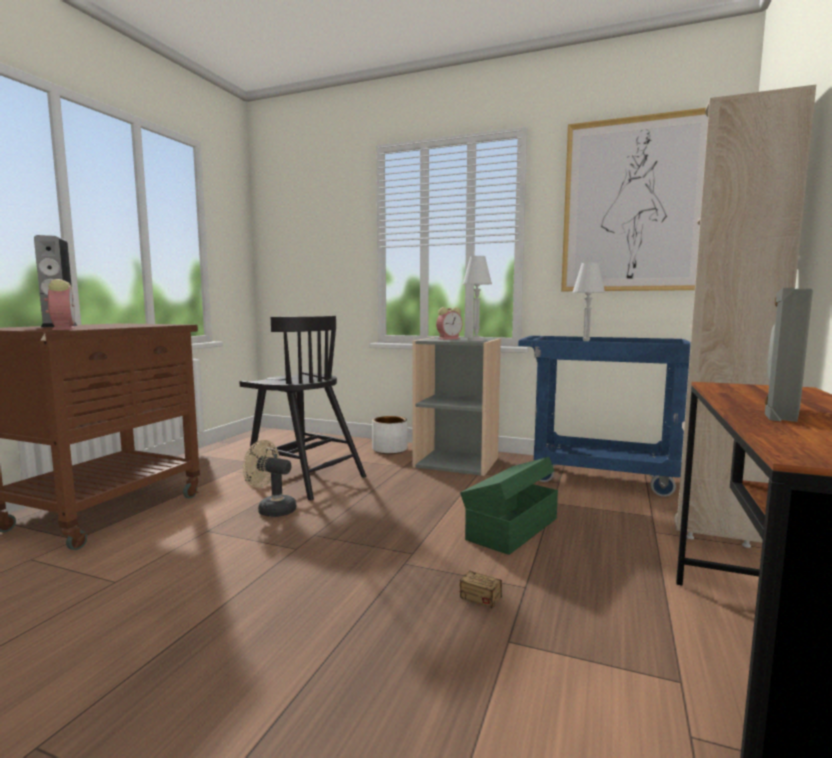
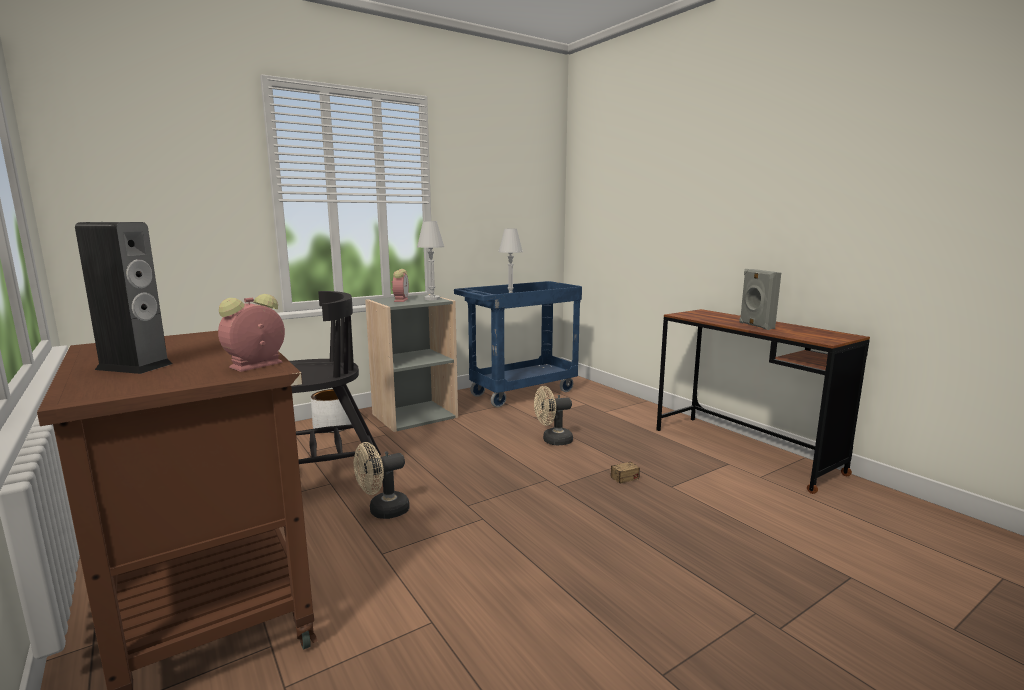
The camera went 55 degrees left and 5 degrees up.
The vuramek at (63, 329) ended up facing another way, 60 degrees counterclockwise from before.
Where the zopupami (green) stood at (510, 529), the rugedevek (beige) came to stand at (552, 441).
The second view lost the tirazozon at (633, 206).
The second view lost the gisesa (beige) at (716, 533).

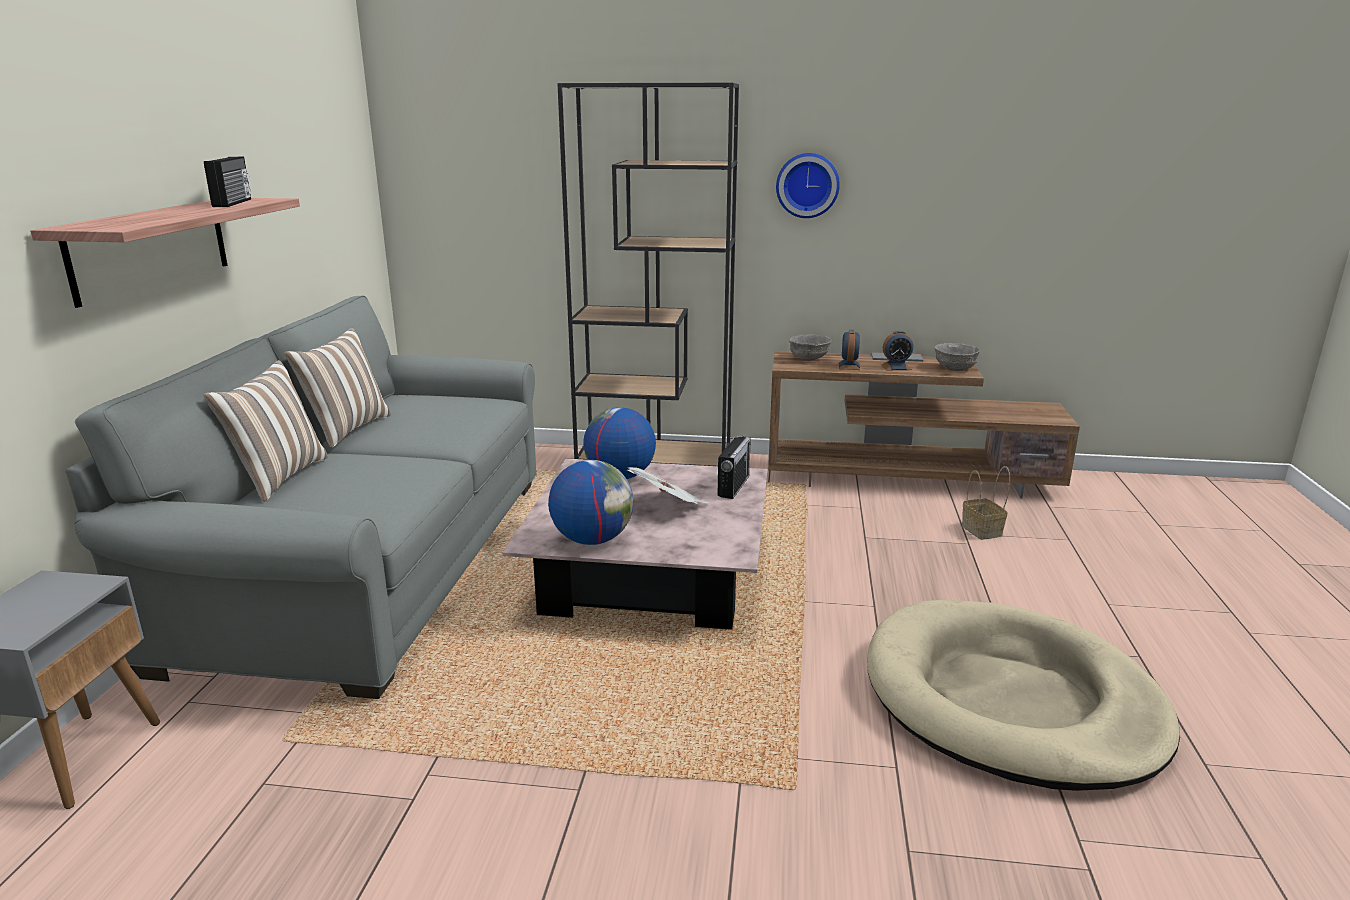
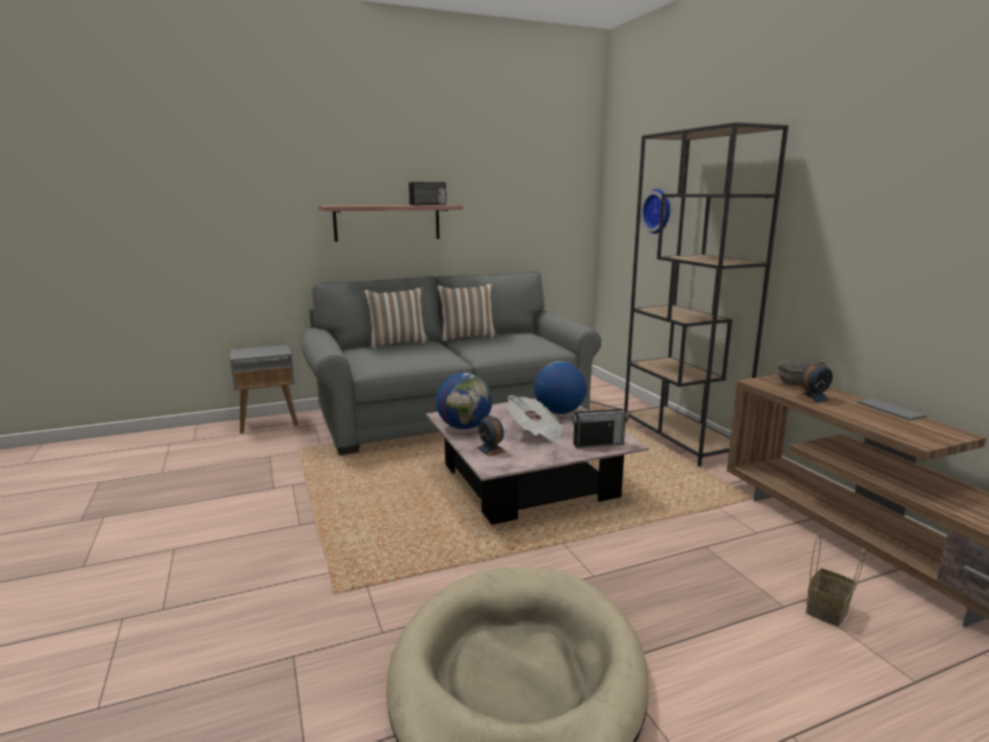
The camera went 60 degrees right and 5 degrees down.
The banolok ended up elsewhere, having gone from (807, 185) to (658, 211).
The vuramek ended up elsewhere, having gone from (896, 367) to (491, 449).
The second view lost the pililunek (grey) at (955, 368).

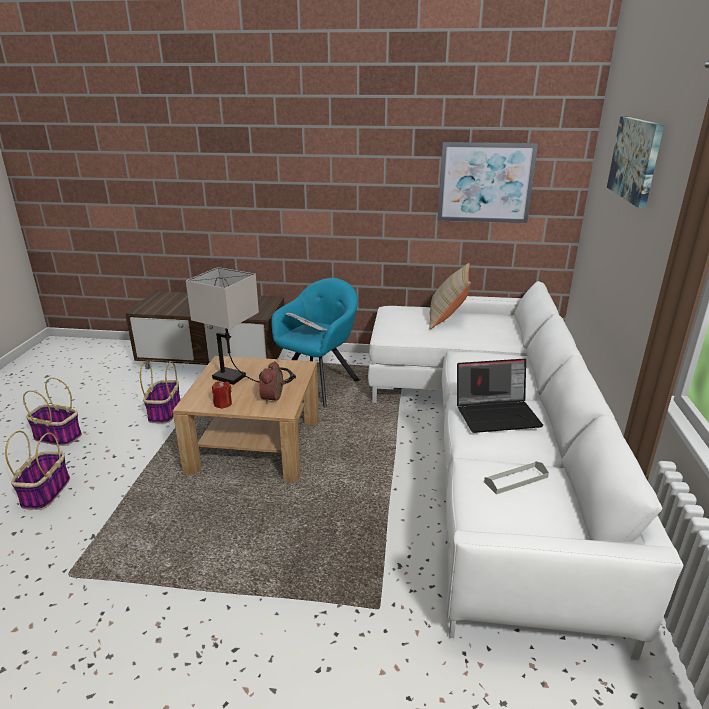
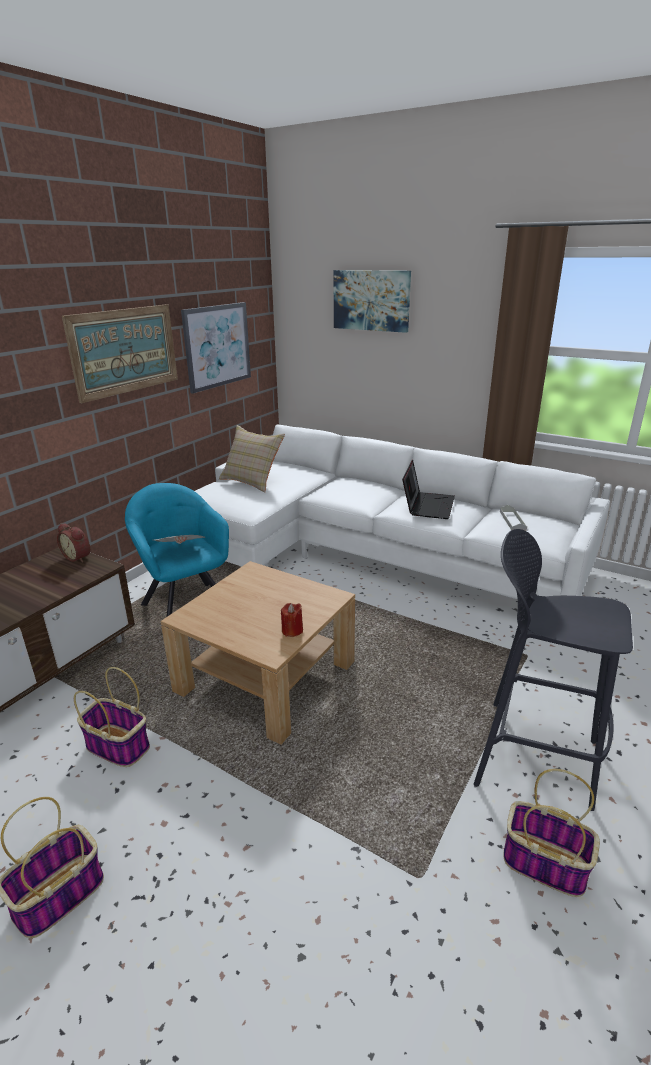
The camera went 65 degrees left and 0 degrees up.
The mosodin ended up elsewhere, having gone from (46, 492) to (543, 863).
The second view lost the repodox at (249, 378).
The vuramek ended up elsewhere, having gone from (274, 398) to (78, 557).
The second view gained the tirazozon at (125, 351).
The second view gained the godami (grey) at (533, 755).

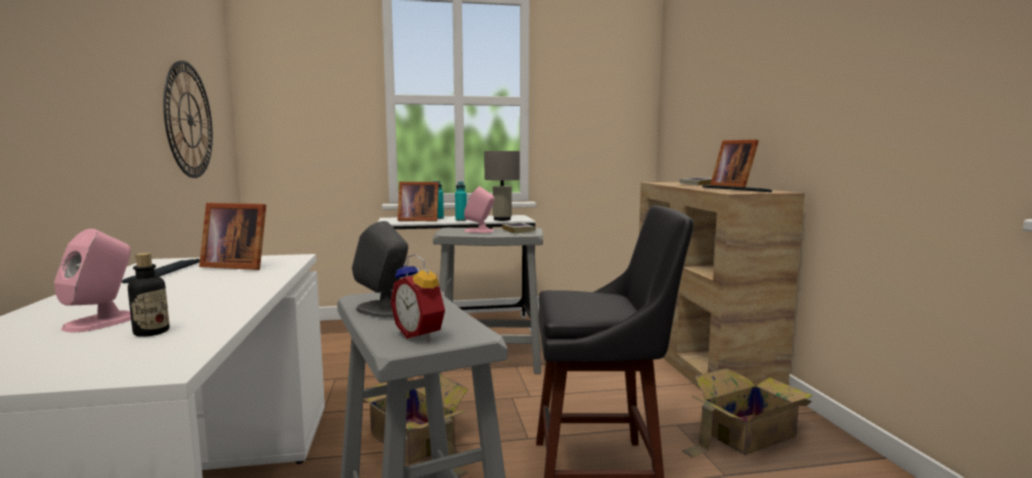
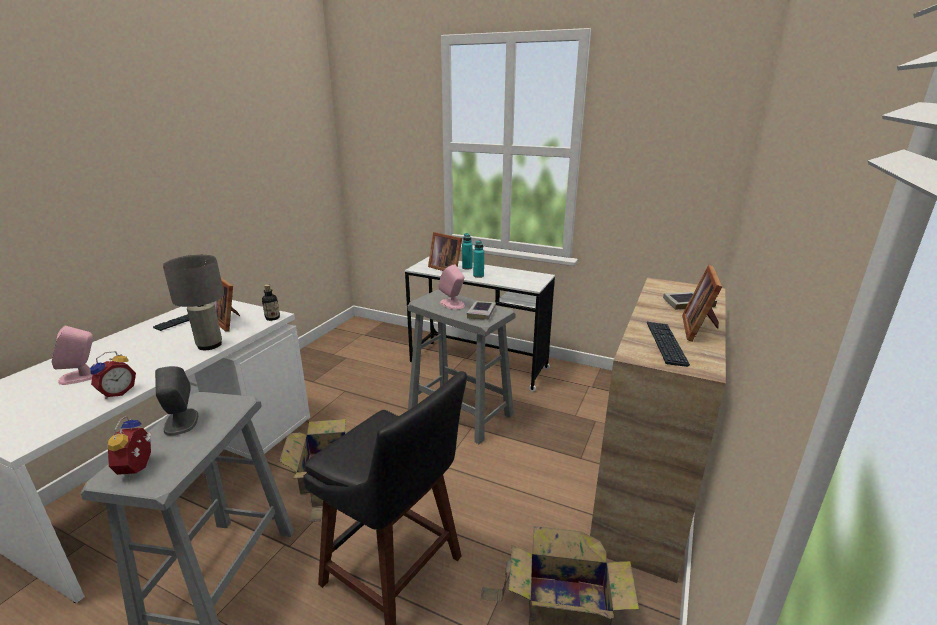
The camera went 35 degrees right and 15 degrees up.
The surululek ended up elsewhere, having gone from (151, 332) to (272, 318).
The second view lost the banolok at (189, 120).
The repodox (grey) ended up elsewhere, having gone from (501, 219) to (209, 345).
The second view gained the vuramek at (117, 392).

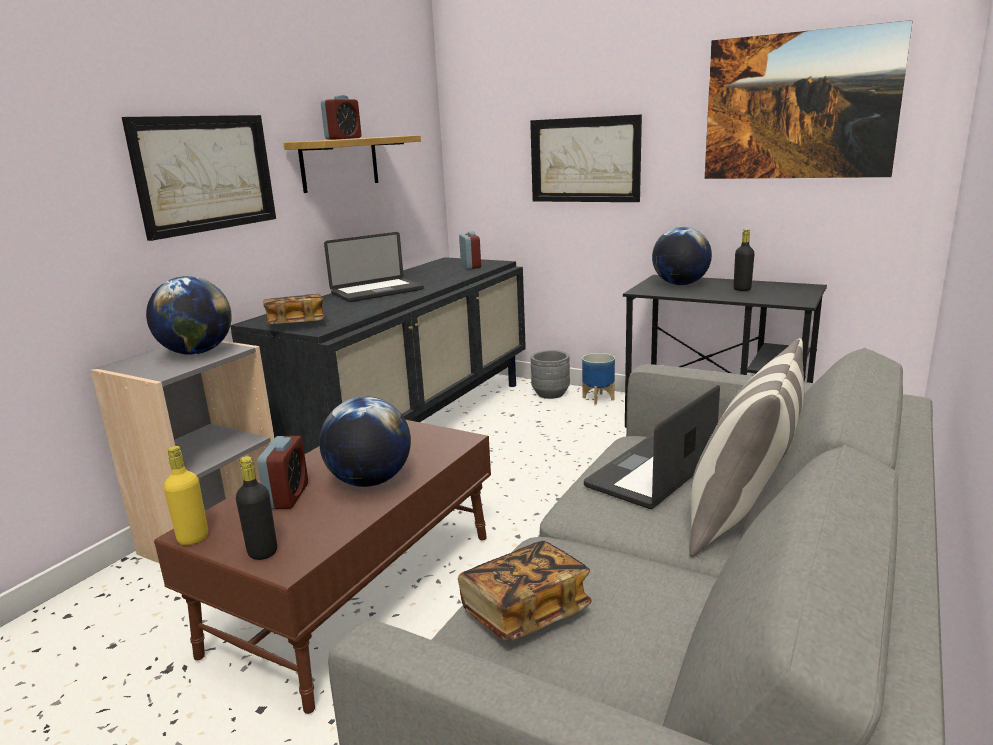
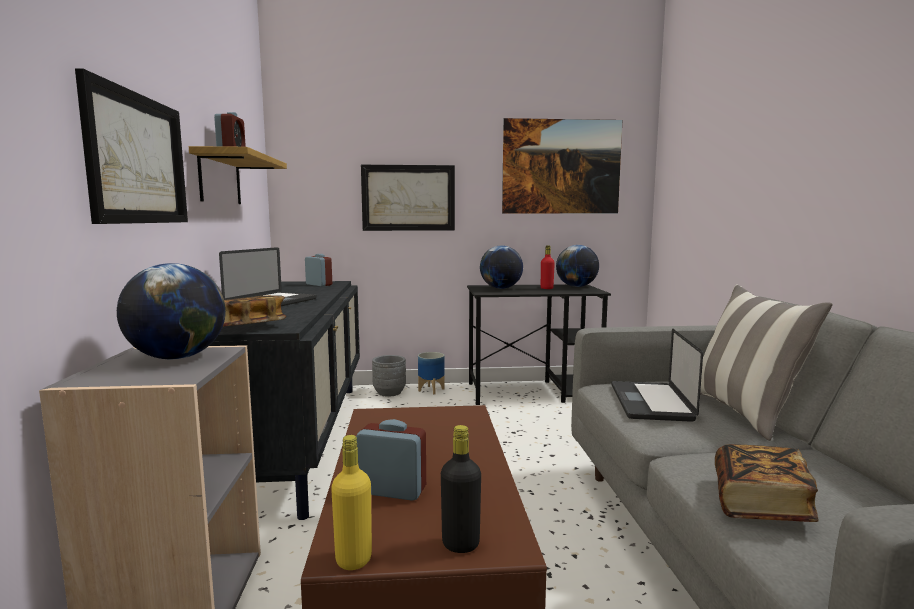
The camera went 35 degrees left and 10 degrees down.
The vuramek at (288, 496) ended up facing another way, 45 degrees counterclockwise from before.
The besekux ended up elsewhere, having gone from (370, 481) to (576, 286).
What was the surululek (black) at (742, 289) turned into the surululek (red) at (546, 288).

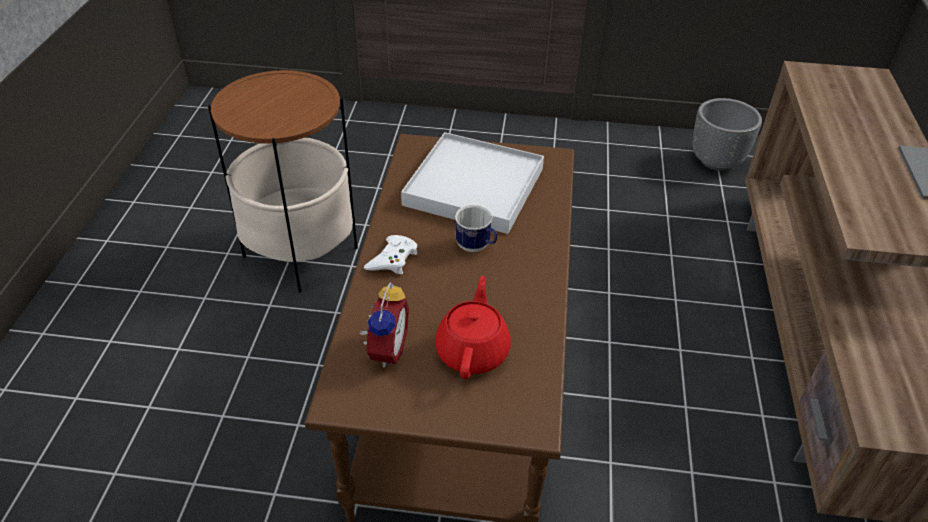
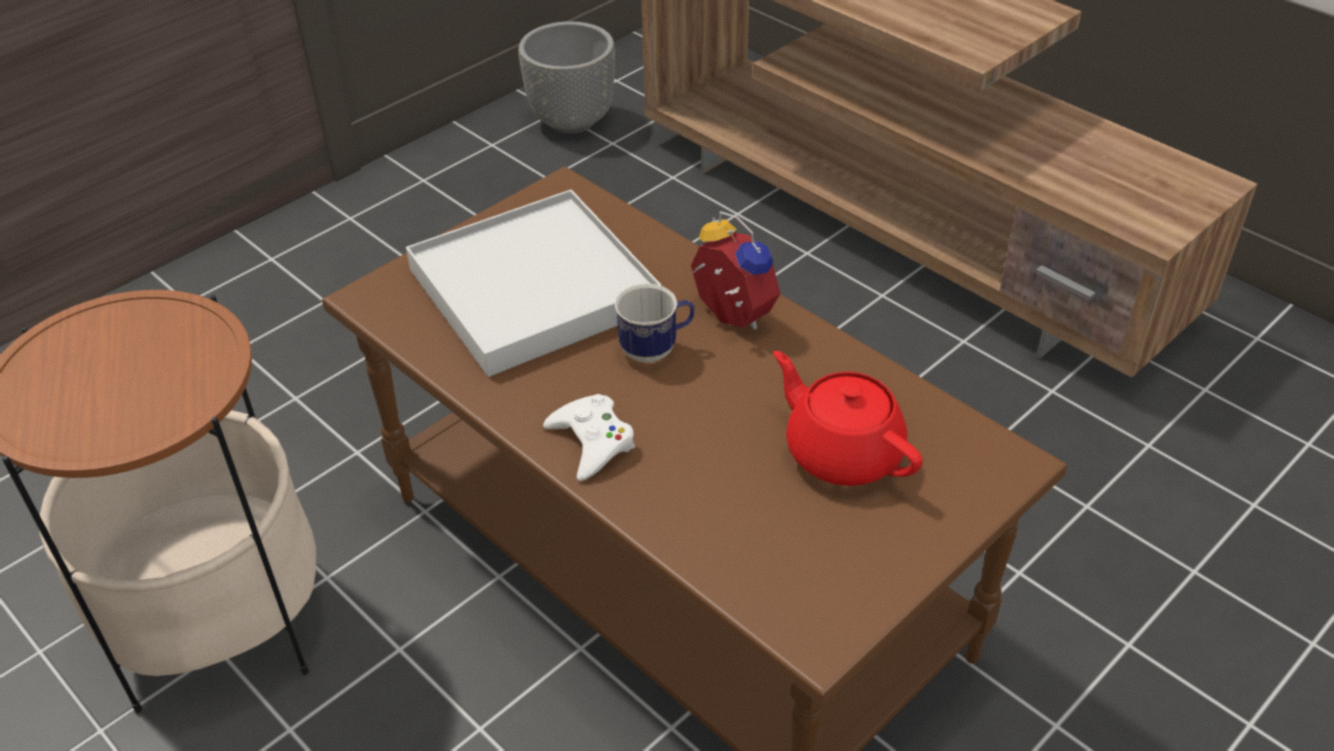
The camera went 50 degrees left and 0 degrees up.
The vuramek ended up elsewhere, having gone from (385, 350) to (729, 317).

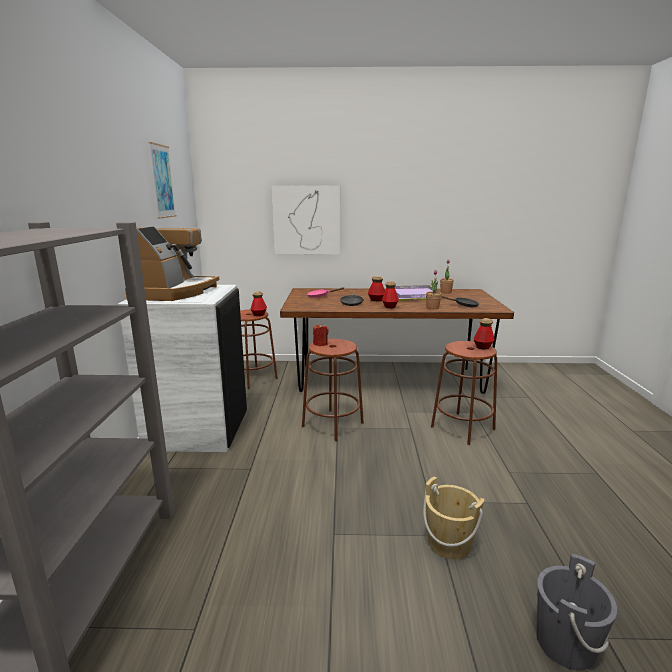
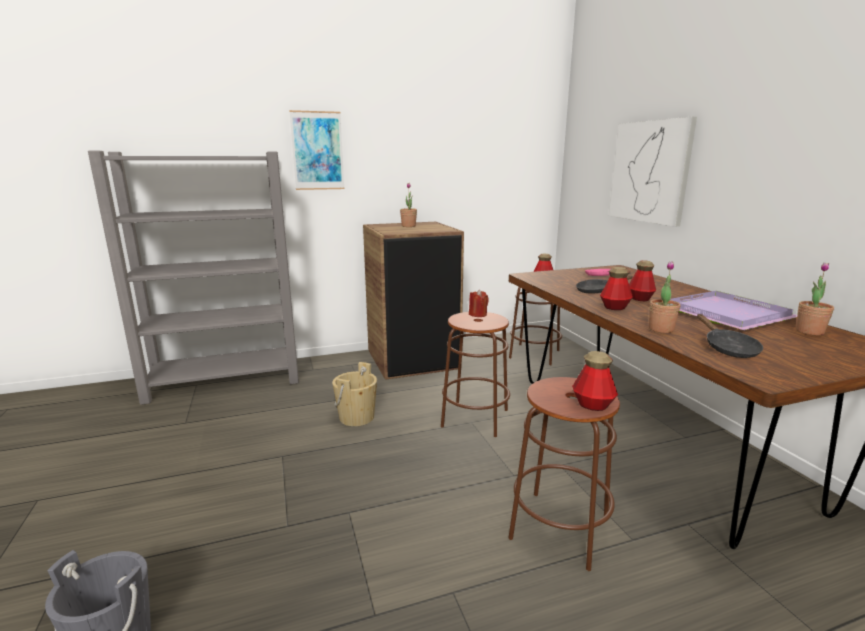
The camera went 70 degrees right and 0 degrees up.
What was the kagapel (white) at (198, 429) turned into the kagapel (brown) at (413, 359).
Where the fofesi stood at (174, 292), the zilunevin came to stand at (408, 226).
The tirazozon ended up elsewhere, having gone from (162, 181) to (317, 151).
The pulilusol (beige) ended up elsewhere, having gone from (449, 543) to (356, 417).

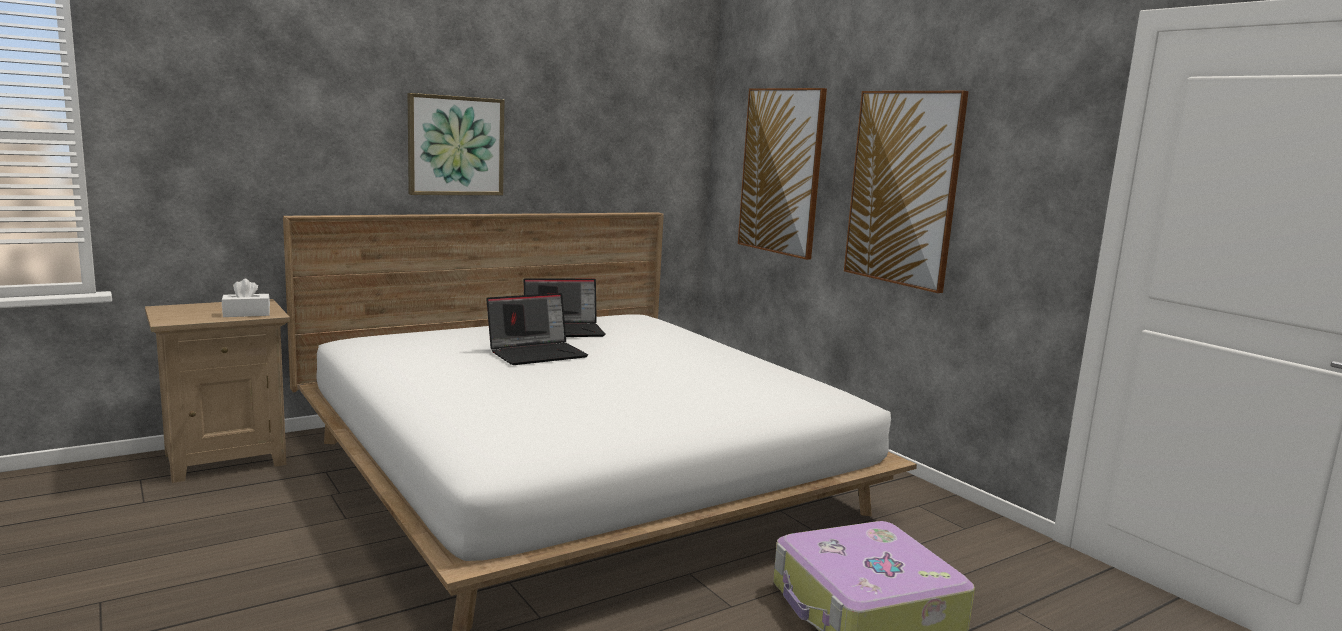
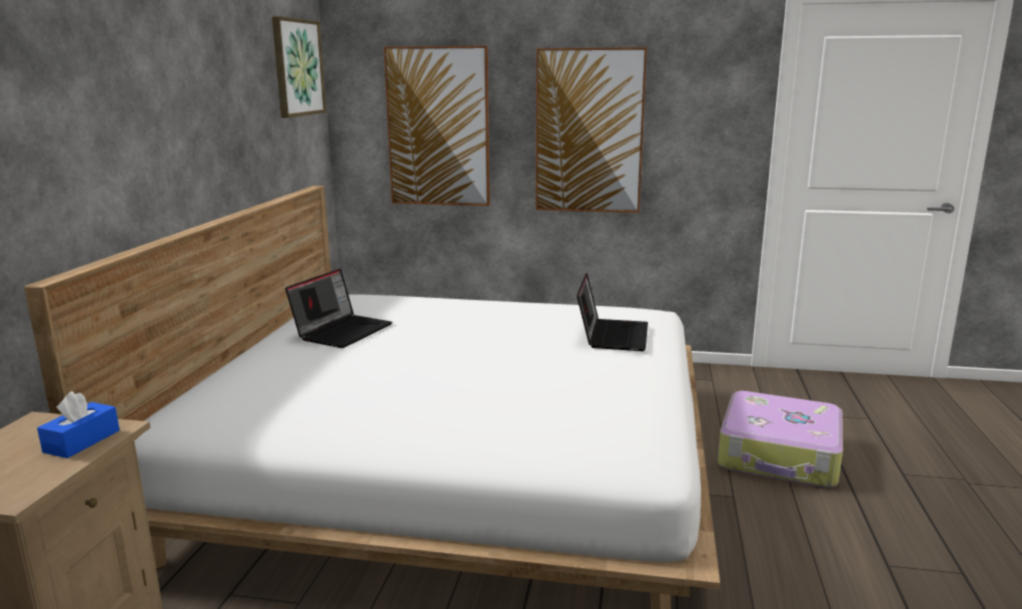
The camera went 45 degrees left and 5 degrees up.
What was the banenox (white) at (246, 314) turned into the banenox (blue) at (82, 441).
The tirazozon ended up elsewhere, having gone from (455, 146) to (297, 67).
The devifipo ended up elsewhere, having gone from (537, 353) to (612, 335).

